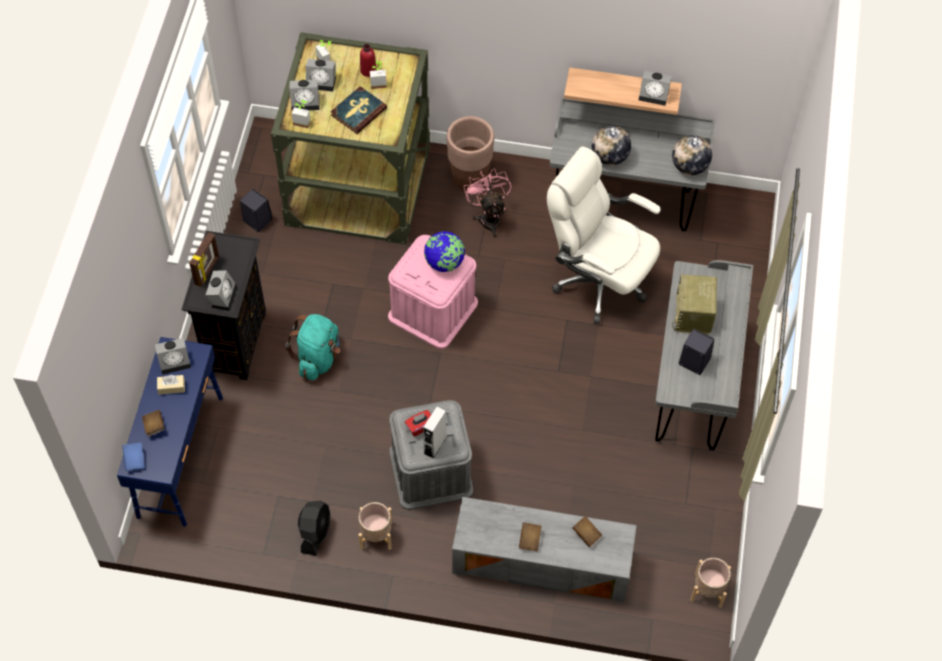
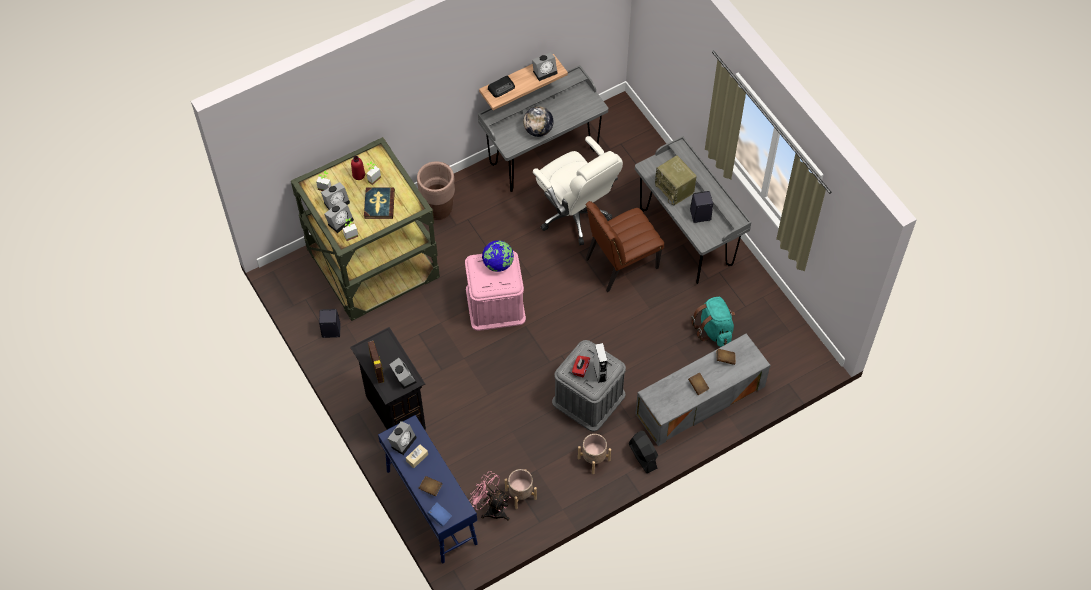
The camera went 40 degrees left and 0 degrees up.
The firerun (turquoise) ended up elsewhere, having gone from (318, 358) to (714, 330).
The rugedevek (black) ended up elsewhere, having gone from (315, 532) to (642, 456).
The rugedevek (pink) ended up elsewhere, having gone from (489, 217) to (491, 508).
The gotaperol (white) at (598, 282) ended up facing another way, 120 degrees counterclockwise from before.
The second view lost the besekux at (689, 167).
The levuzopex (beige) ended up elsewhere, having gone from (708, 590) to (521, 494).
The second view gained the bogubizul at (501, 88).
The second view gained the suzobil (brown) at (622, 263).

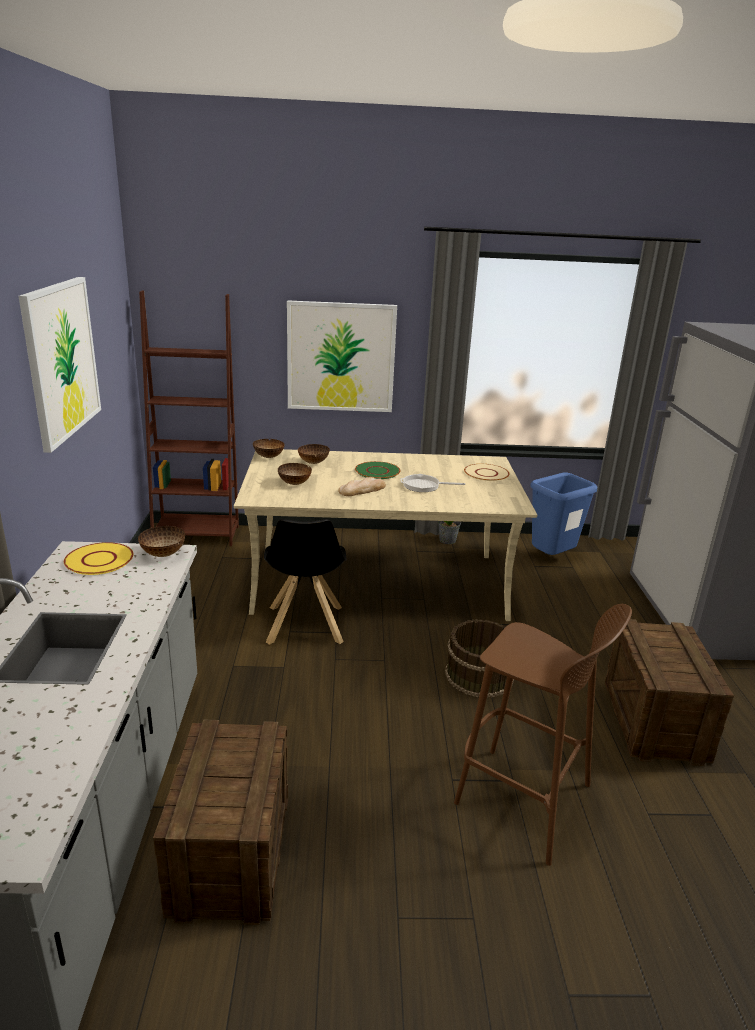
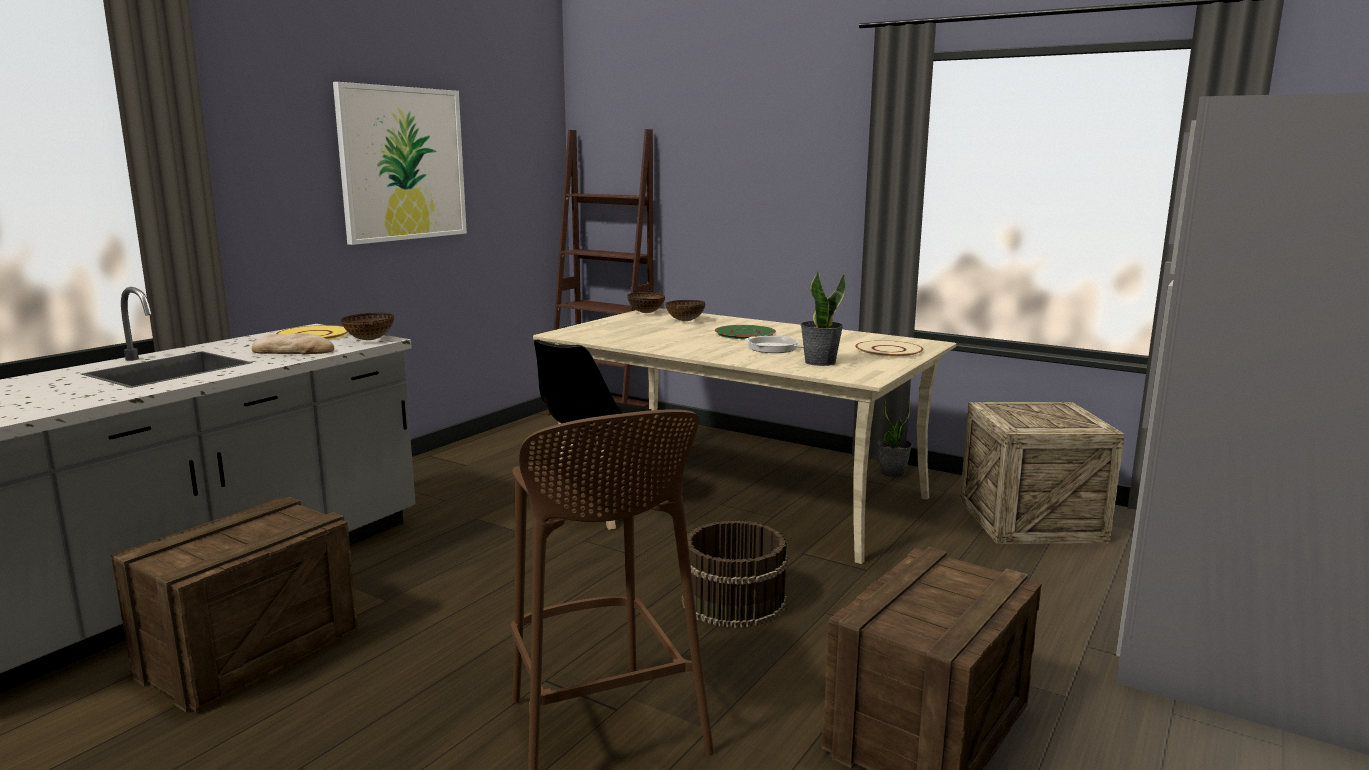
The camera went 35 degrees right and 10 degrees down.
The second view lost the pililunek at (294, 483).
The second view lost the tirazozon at (341, 357).
The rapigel ended up elsewhere, having gone from (362, 490) to (294, 351).
Where the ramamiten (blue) stood at (552, 559), the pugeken came to stand at (1030, 520).
The second view gained the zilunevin at (819, 362).

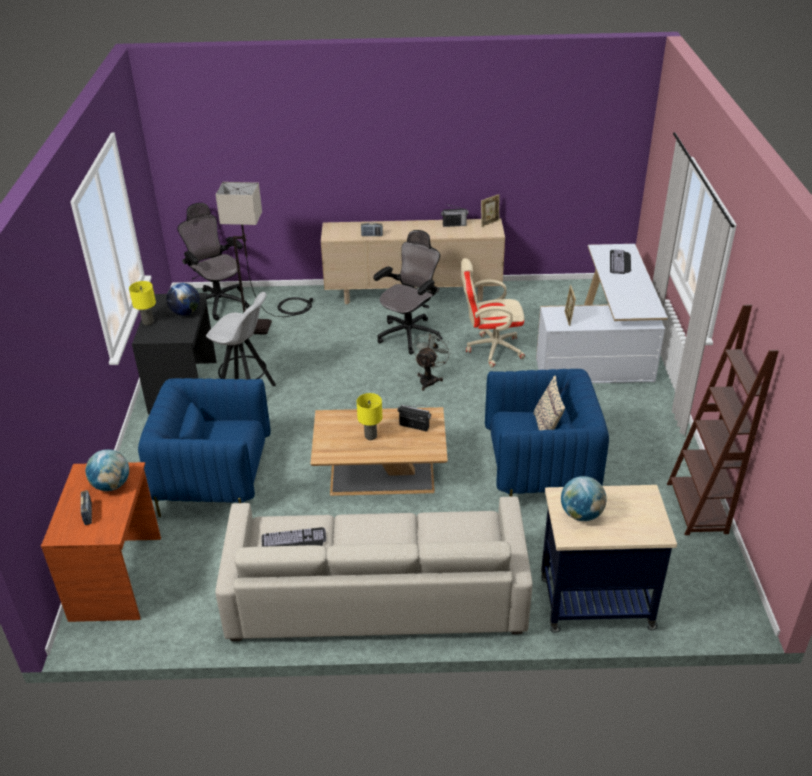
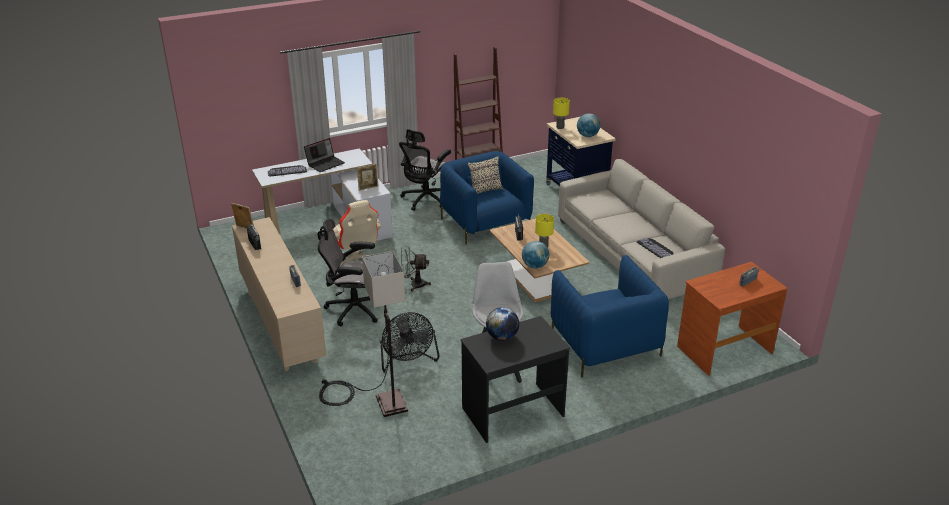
The camera went 115 degrees left and 5 degrees down.
The besekux ended up elsewhere, having gone from (111, 485) to (535, 266).
The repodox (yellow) ended up elsewhere, having gone from (148, 323) to (560, 127).
The gotaperol ended up elsewhere, having gone from (219, 303) to (425, 199).
The second view gained the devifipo at (325, 163).
The second view gained the rugedevek (black) at (405, 360).

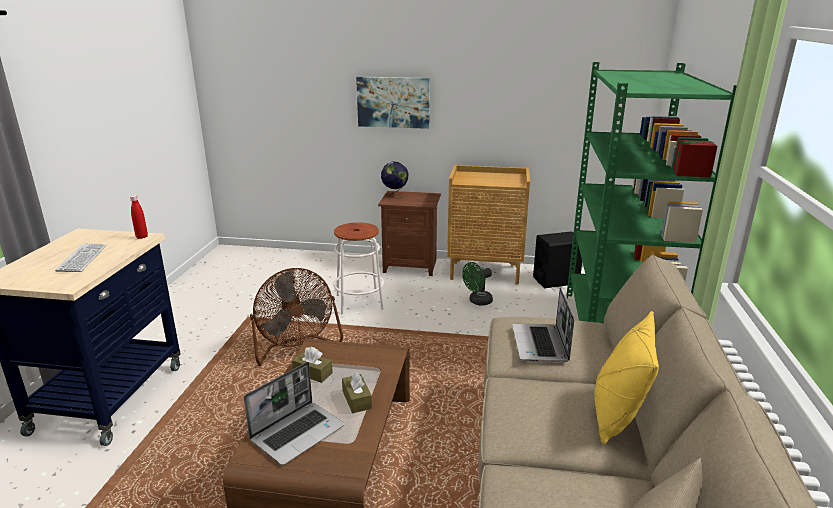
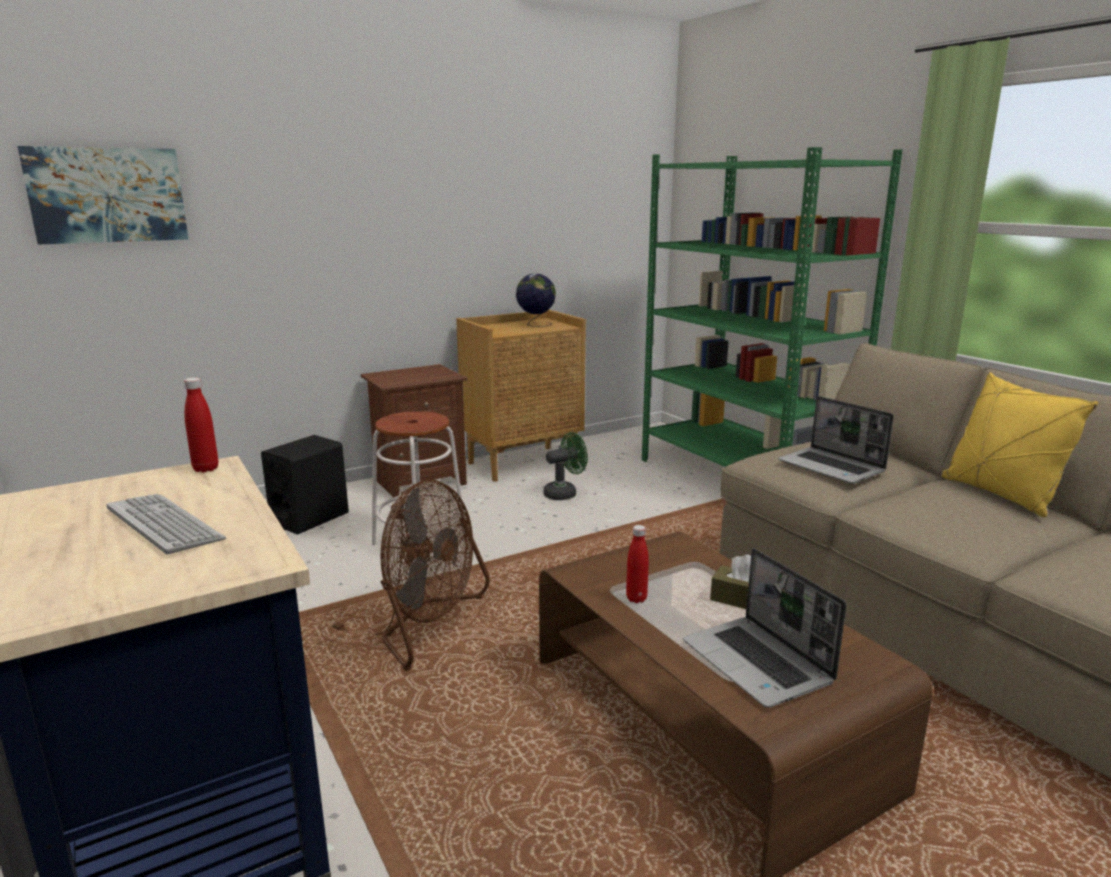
The camera went 40 degrees left and 5 degrees down.
The devifipo at (298, 433) ended up facing another way, 150 degrees clockwise from before.
Where the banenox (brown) stood at (313, 373), the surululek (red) came to stand at (636, 598).
The tirazozon ended up elsewhere, having gone from (393, 102) to (107, 195).
The besekux ended up elsewhere, having gone from (395, 195) to (536, 325).
The rugedevek (green) at (477, 301) ended up facing another way, 135 degrees counterclockwise from before.
The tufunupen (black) ended up elsewhere, having gone from (556, 280) to (310, 518).

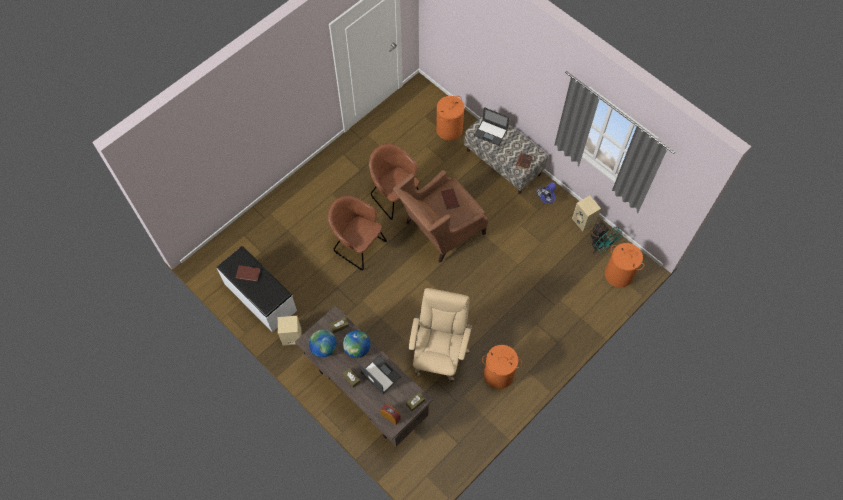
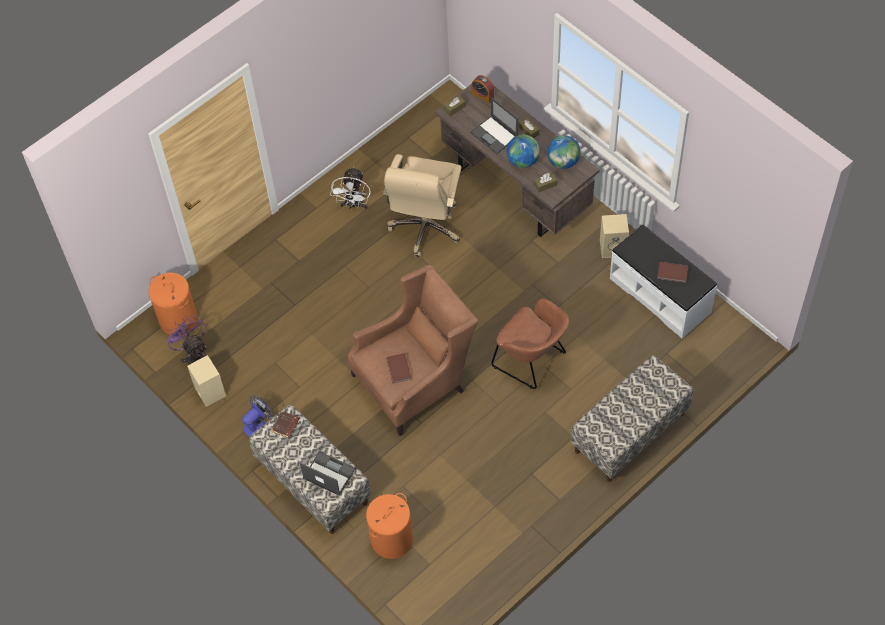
The camera went 175 degrees left and 5 degrees down.
The second view lost the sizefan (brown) at (394, 196).
Where the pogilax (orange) stood at (498, 374), the rugedevek (white) came to stand at (354, 205).
What was the rugedevek (turquoise) at (600, 246) turned into the rugedevek (purple) at (194, 356).
The second view gained the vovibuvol at (629, 433).

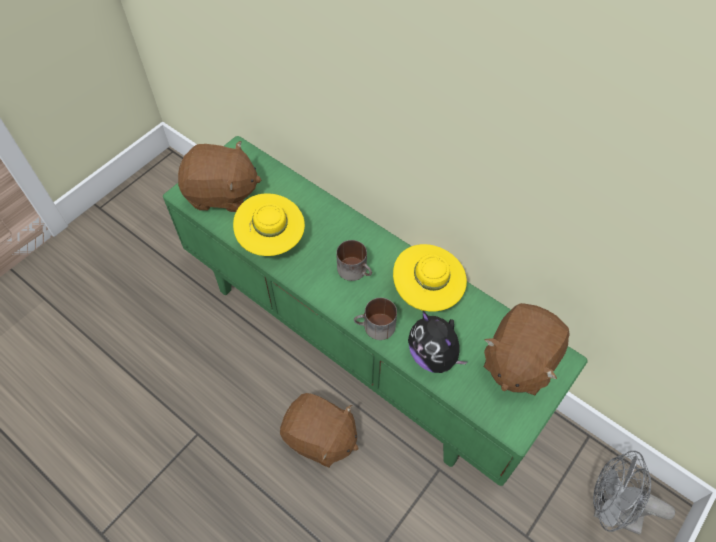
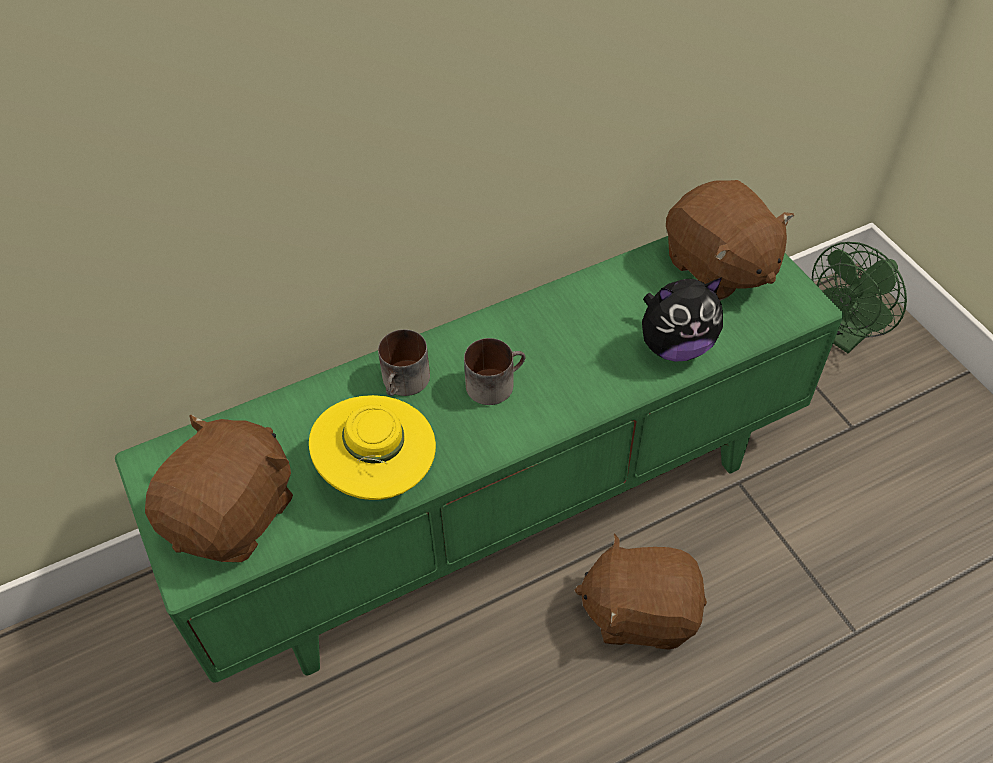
The camera went 65 degrees left and 5 degrees down.
The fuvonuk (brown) at (320, 438) ended up facing another way, 135 degrees counterclockwise from before.
The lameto ended up elsewhere, having gone from (375, 327) to (405, 383).
The second view lost the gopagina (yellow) at (427, 292).
What was the rugedevek (grey) at (609, 510) turned into the rugedevek (green) at (845, 336).

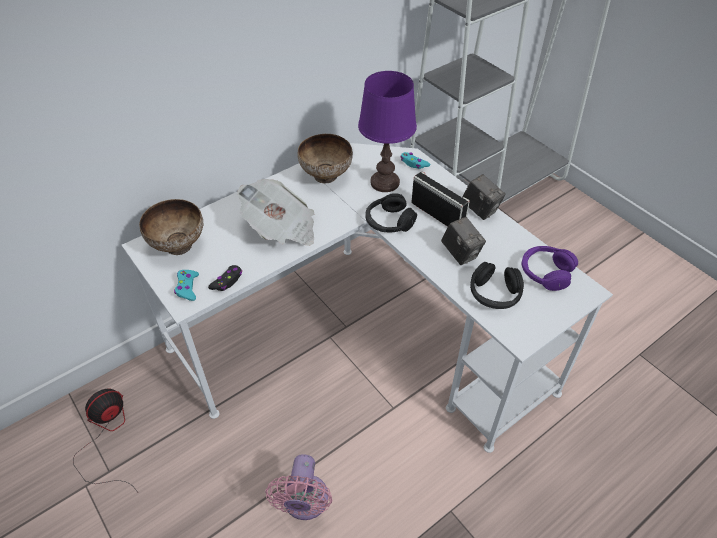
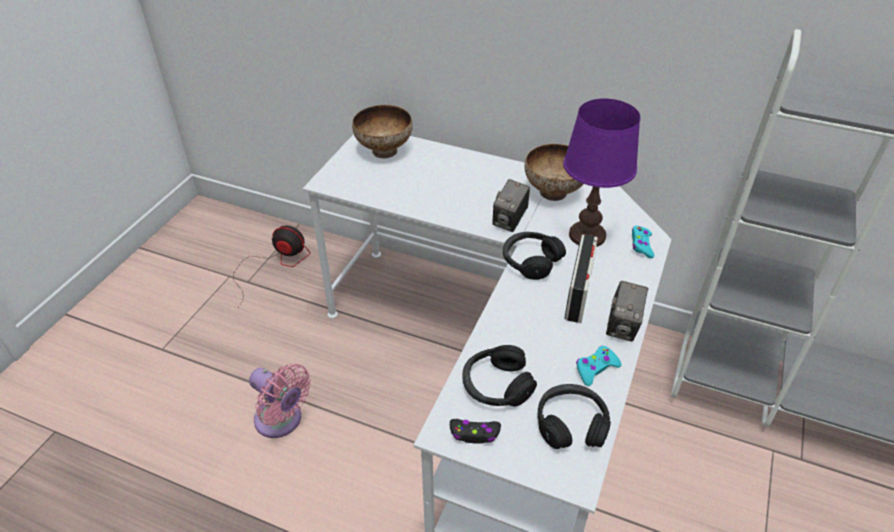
The camera went 60 degrees right and 5 degrees down.
The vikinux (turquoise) ended up elsewhere, having gone from (187, 288) to (595, 369).
The vikinux (black) ended up elsewhere, having gone from (227, 281) to (474, 434).
The second view lost the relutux at (281, 228).
The rugedevek (pink) at (304, 503) ended up facing another way, 120 degrees counterclockwise from before.
The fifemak ended up elsewhere, having gone from (460, 253) to (509, 221).
What was the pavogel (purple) at (545, 272) turned into the pavogel (black) at (571, 424).

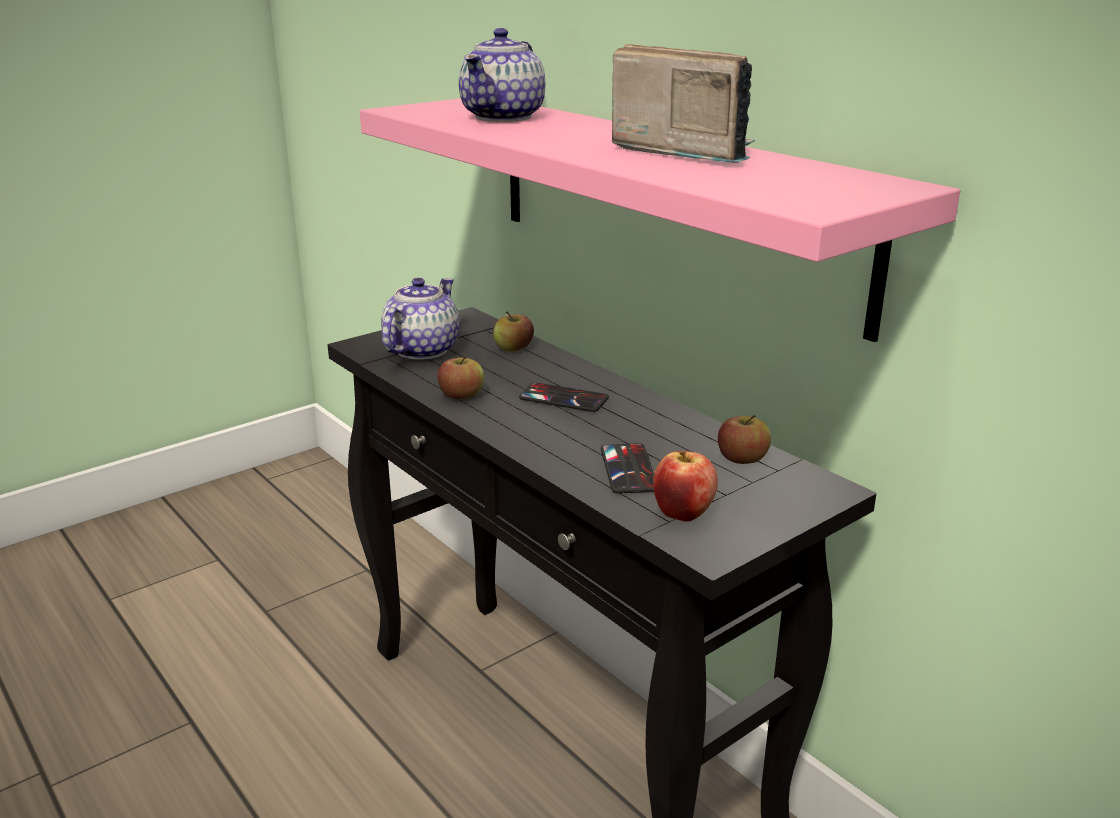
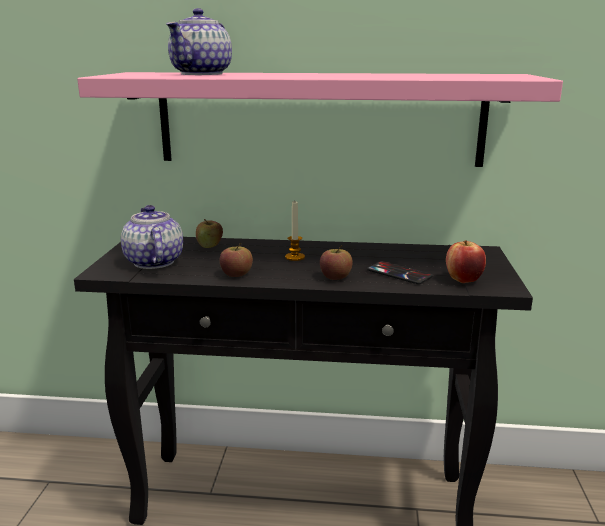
The camera went 45 degrees left and 5 degrees down.
The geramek at (504, 117) ended up facing another way, 45 degrees clockwise from before.
Where the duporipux stood at (564, 398), the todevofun came to stand at (295, 257).
The second view lost the bogubizul at (685, 151).
The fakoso ended up elsewhere, having gone from (742, 458) to (335, 277).

